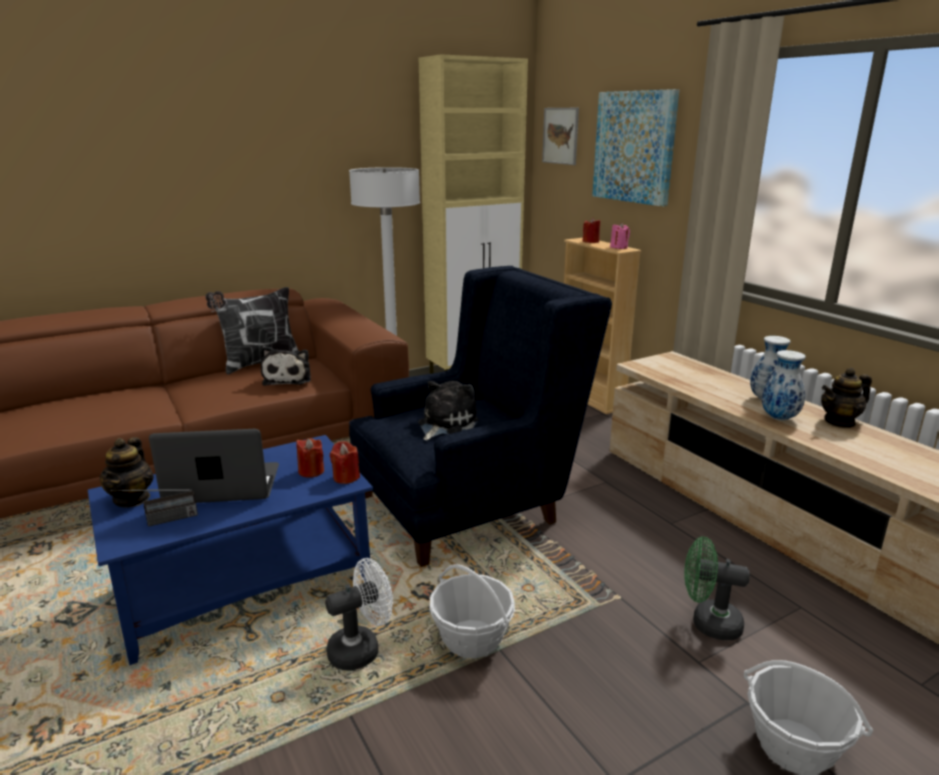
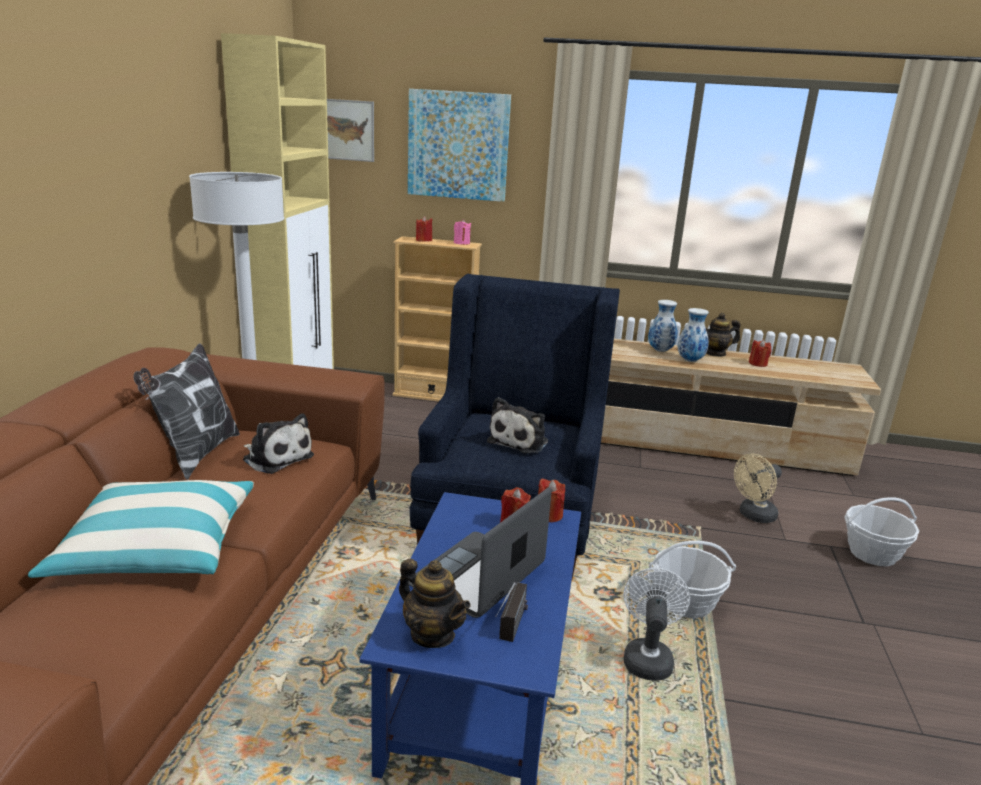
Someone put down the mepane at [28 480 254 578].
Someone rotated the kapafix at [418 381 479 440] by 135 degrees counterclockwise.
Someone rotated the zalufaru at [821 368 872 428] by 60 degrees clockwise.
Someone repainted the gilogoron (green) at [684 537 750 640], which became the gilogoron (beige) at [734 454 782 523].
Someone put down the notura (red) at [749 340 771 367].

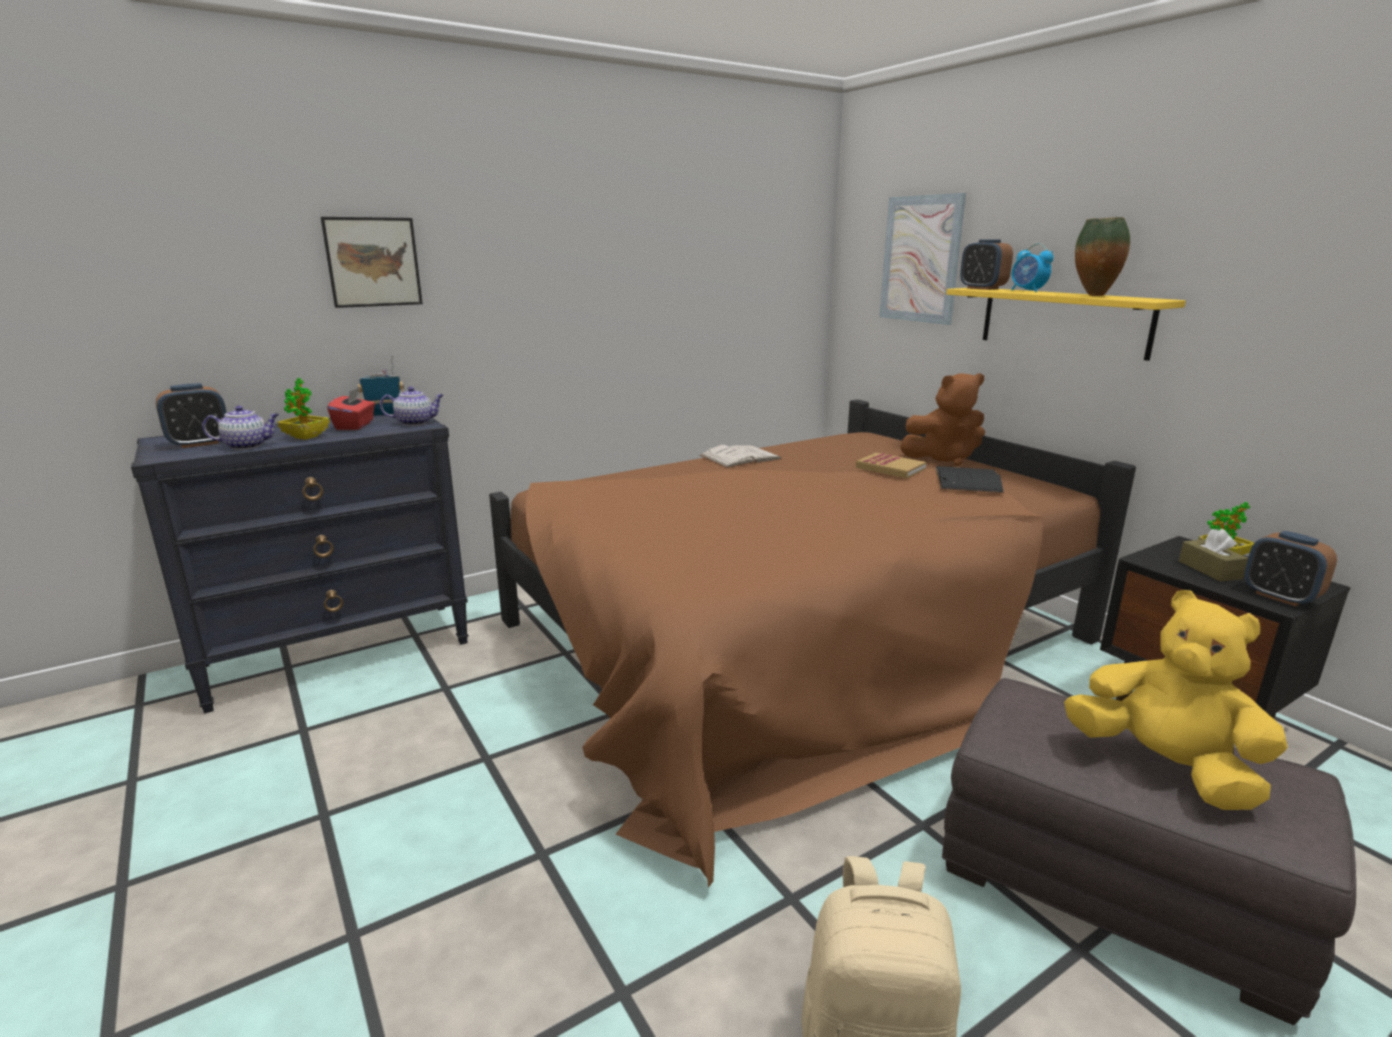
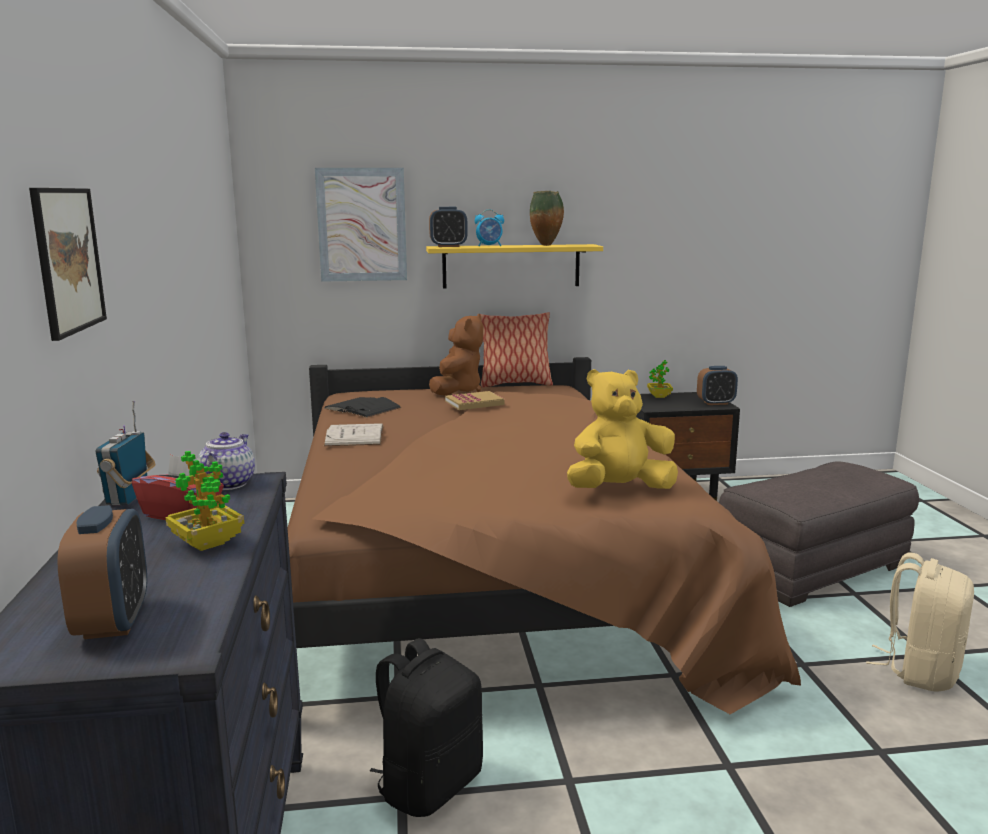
Someone carried the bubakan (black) from [935 466 1004 493] to [324 397 402 418].
Someone put down the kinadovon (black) at [370 638 483 817].
Someone put down the mepane at [477 312 553 387].
Someone carried the kapafix (yellow) from [1064 590 1288 810] to [567 369 678 489].
Someone took away the zalufaru at [202 406 279 450].
Someone took away the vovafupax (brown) at [1179 529 1248 582].

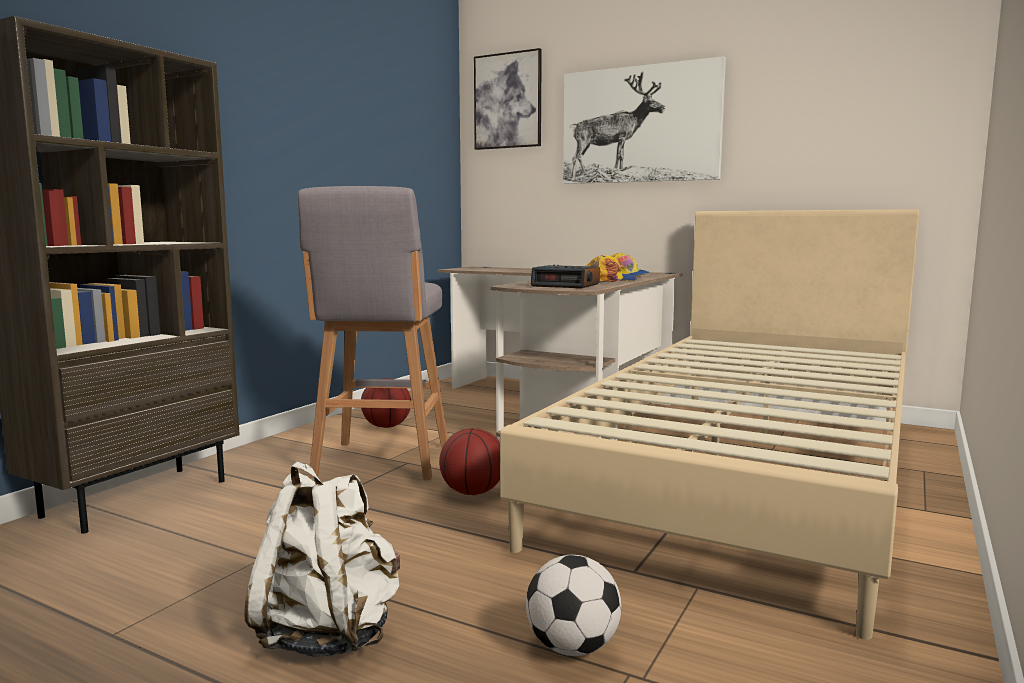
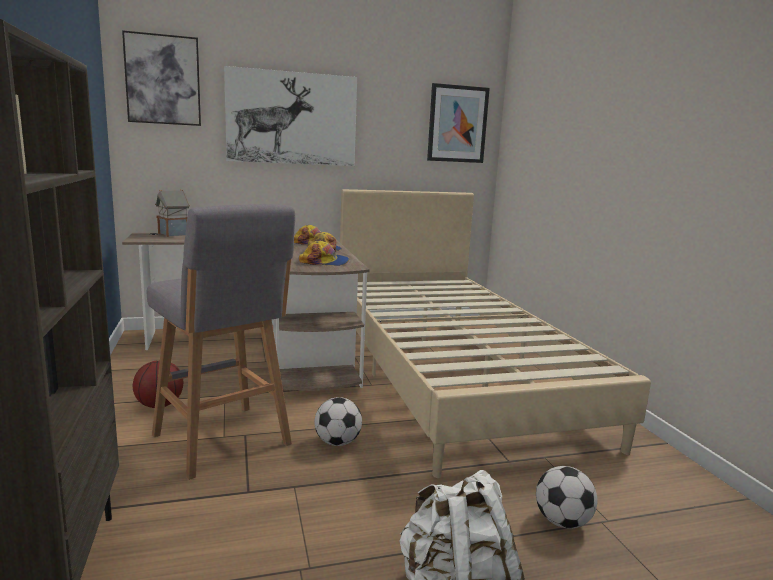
Someone put down the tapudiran at [155 189 190 237].
Someone swapped the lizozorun at [531 265 600 288] for the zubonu at [299 241 349 266].
Someone swapped the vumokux at [439 428 500 495] for the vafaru at [314 397 362 446].
Someone put up the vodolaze at [427 83 490 163].

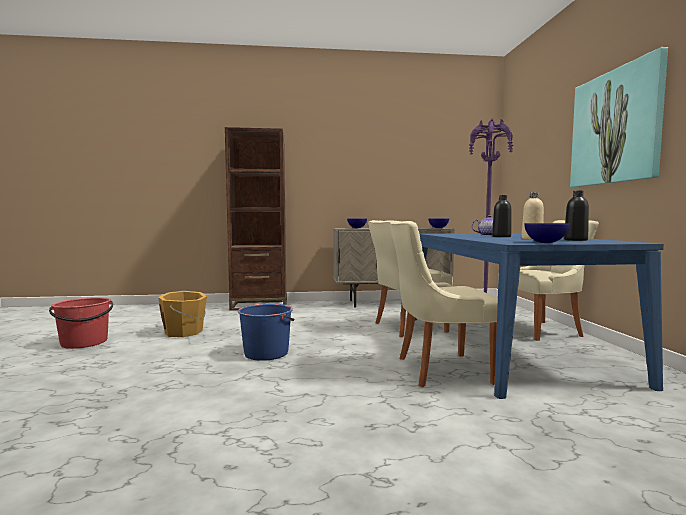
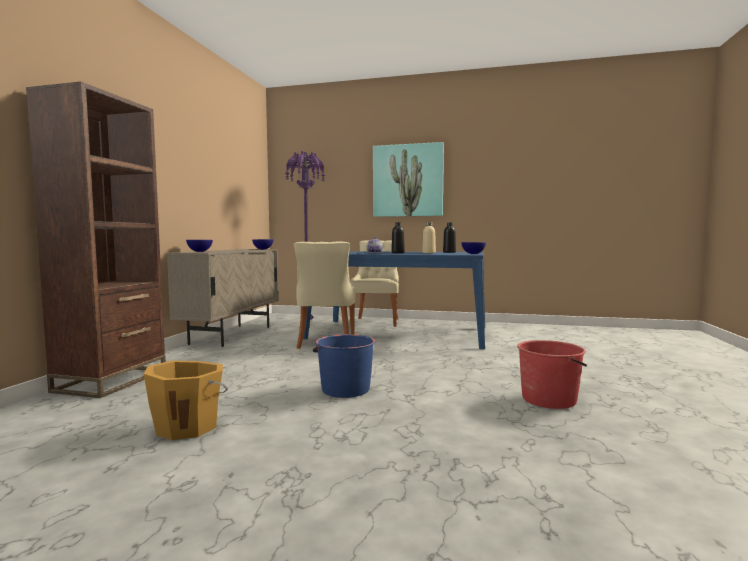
Someone carried the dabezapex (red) from [49 297 113 349] to [517 340 587 409].
Someone took away the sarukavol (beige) at [390 221 498 387].

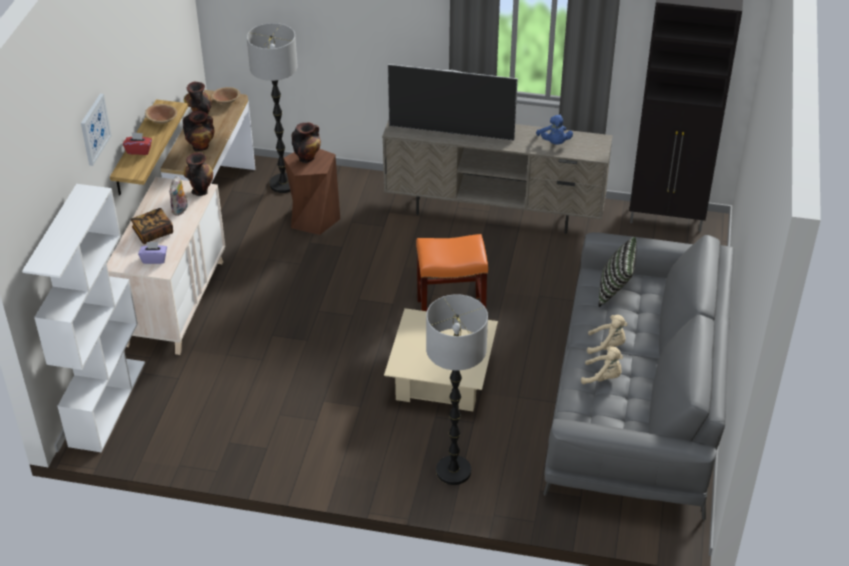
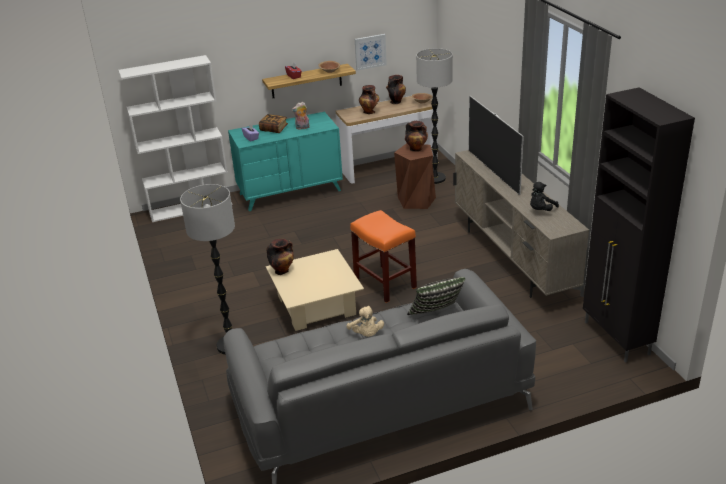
Someone repainted the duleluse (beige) at [107 177 226 355], which became the duleluse (turquoise) at [228 112 343 211].
Someone carried the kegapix from [184 152 213 196] to [267 239 294 275].
Someone carried the vodolaze from [81 94 112 166] to [355 34 387 71].
Someone repainted the kapafix (blue) at [536 115 573 145], which became the kapafix (black) at [530 182 559 211].
Someone took away the kapafix (beige) at [581 346 623 384].

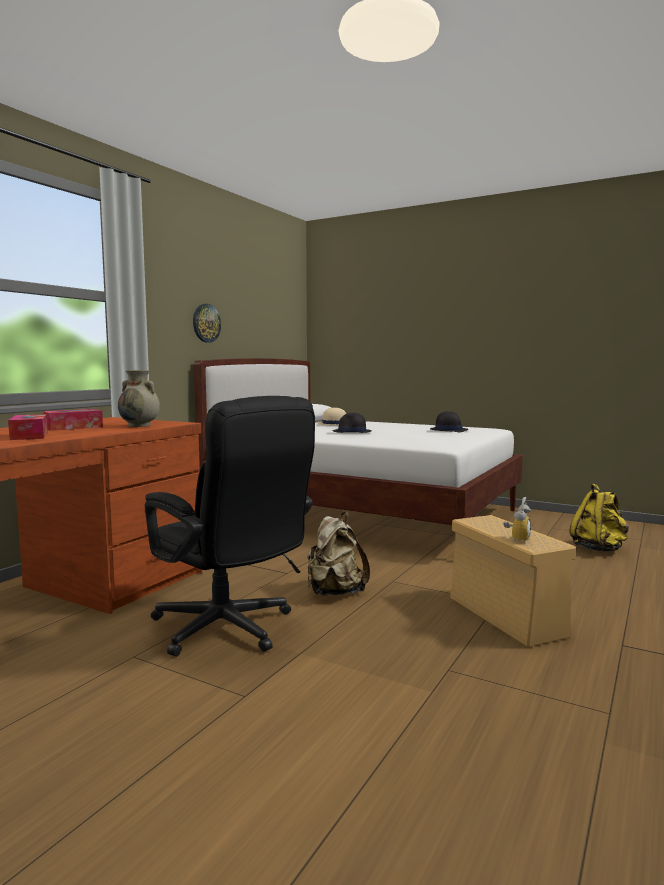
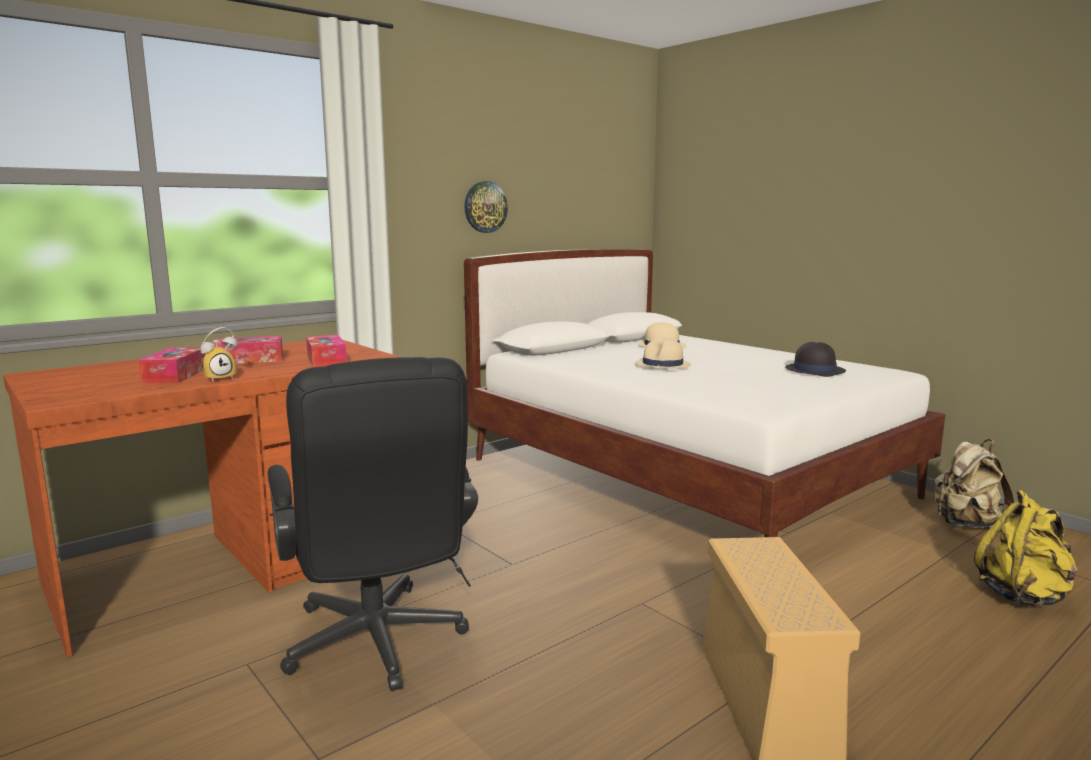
Someone carried the lizozorun from [503 497 531 543] to [200 327 238 381].
Someone swapped the kegapix (beige) at [118 370 160 427] for the vovafupax at [306 335 347 367].
Someone repainted the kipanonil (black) at [333 413 371 433], which became the kipanonil (beige) at [635 338 691 369].
Someone carried the kinadovon (beige) from [307 512 370 596] to [934 439 1014 528].

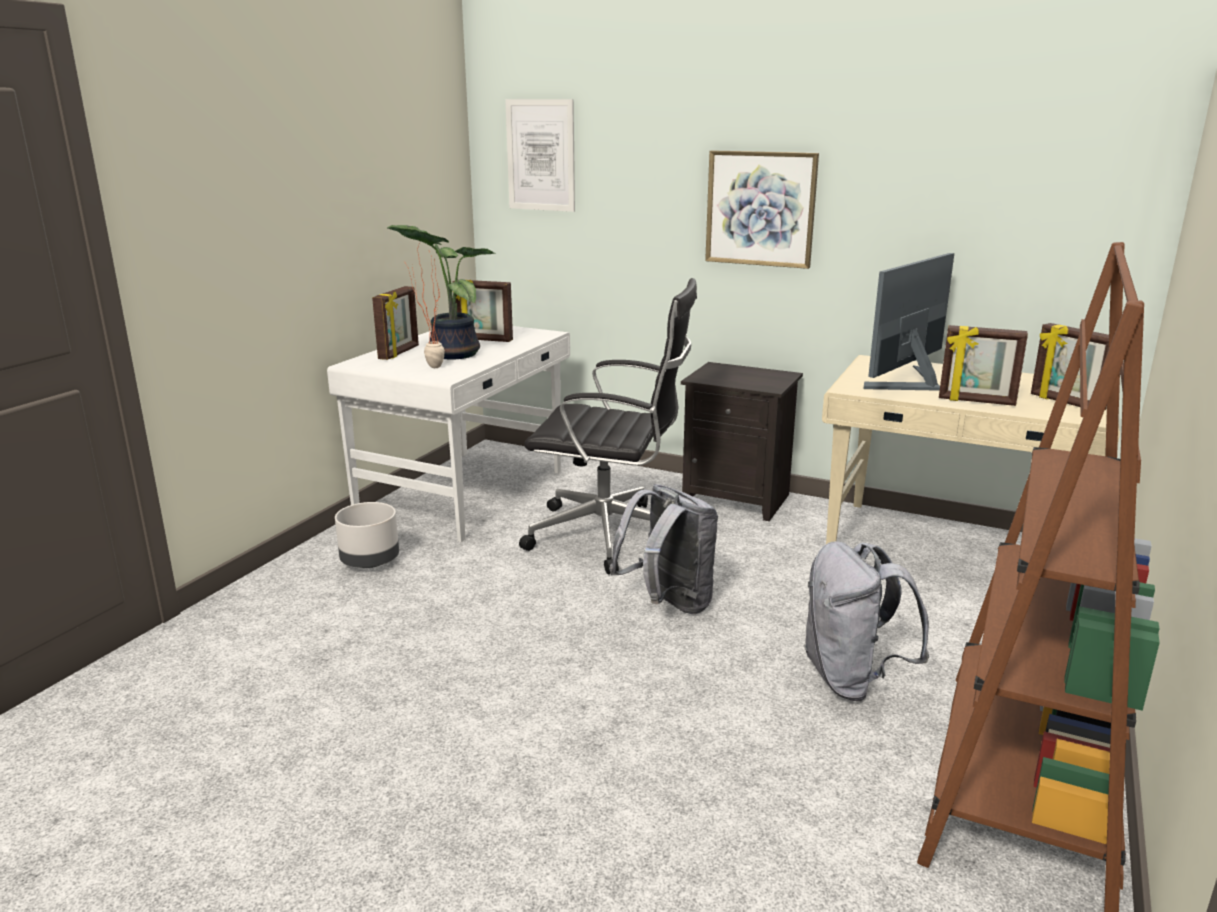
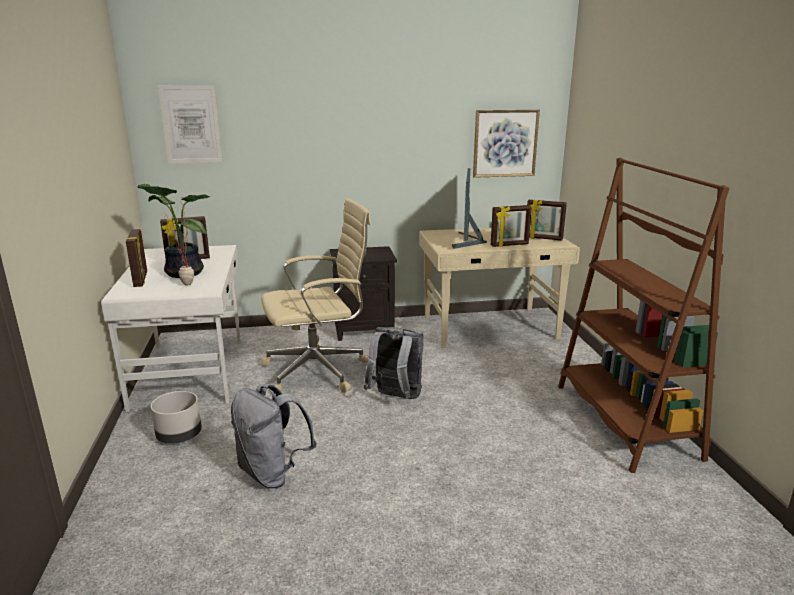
Someone carried the kinadovon (grey) from [804 541 929 701] to [231 384 317 488].
Someone repainted the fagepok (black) at [519 278 697 574], which became the fagepok (beige) at [261 198 371 393].
Someone carried the vodolaze from [705 150 819 269] to [473 110 540 178].

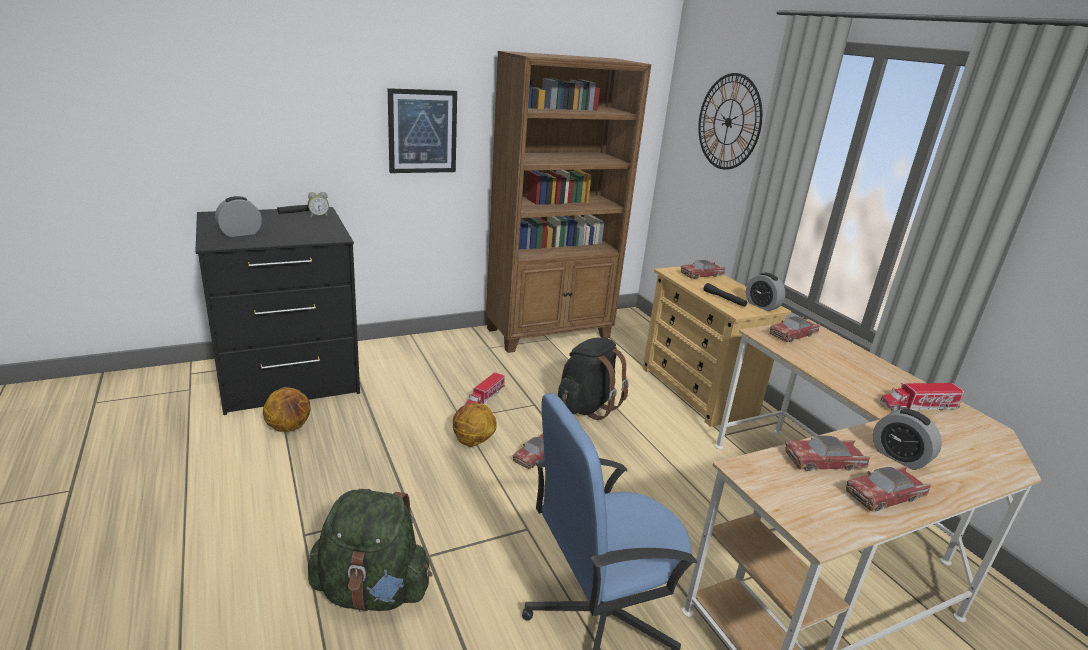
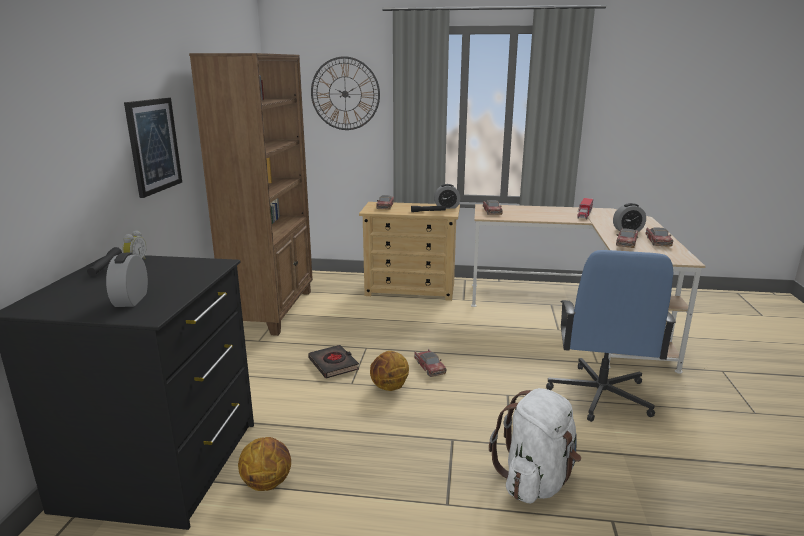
Someone swapped the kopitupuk at [466 372 505 404] for the bubakan (black) at [308 345 359 379].
Someone repainted the kinadovon (green) at [308 489 432 612], which became the kinadovon (white) at [489 388 581 503].
Someone took away the kinadovon (black) at [558 338 629 420].

